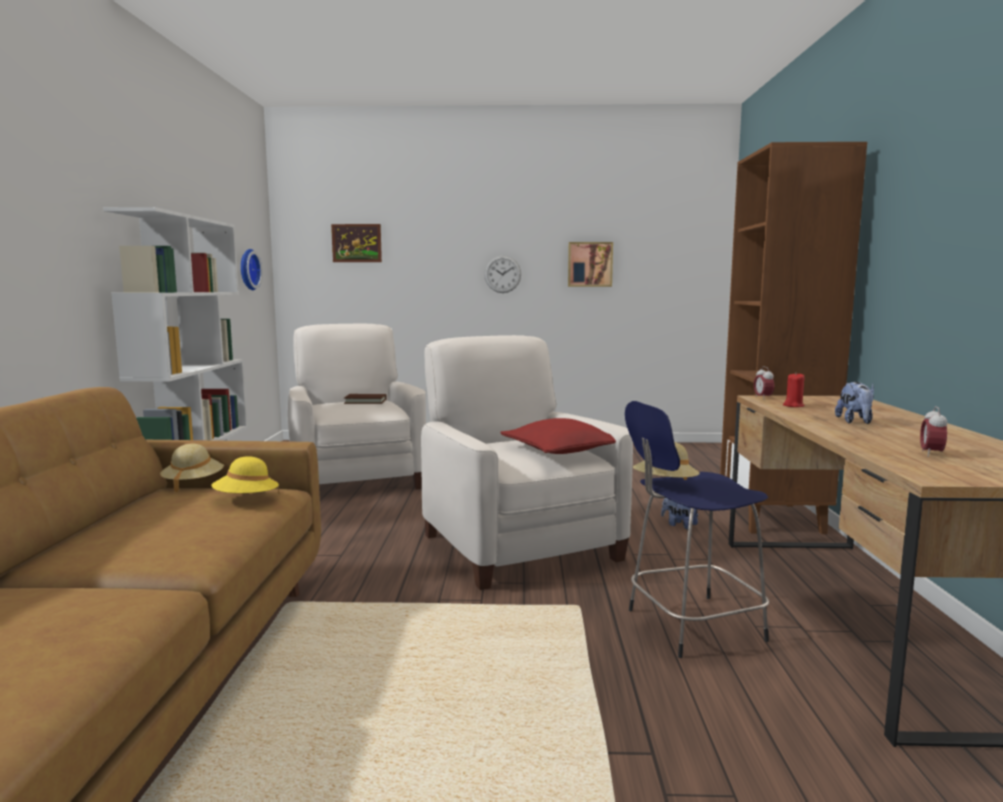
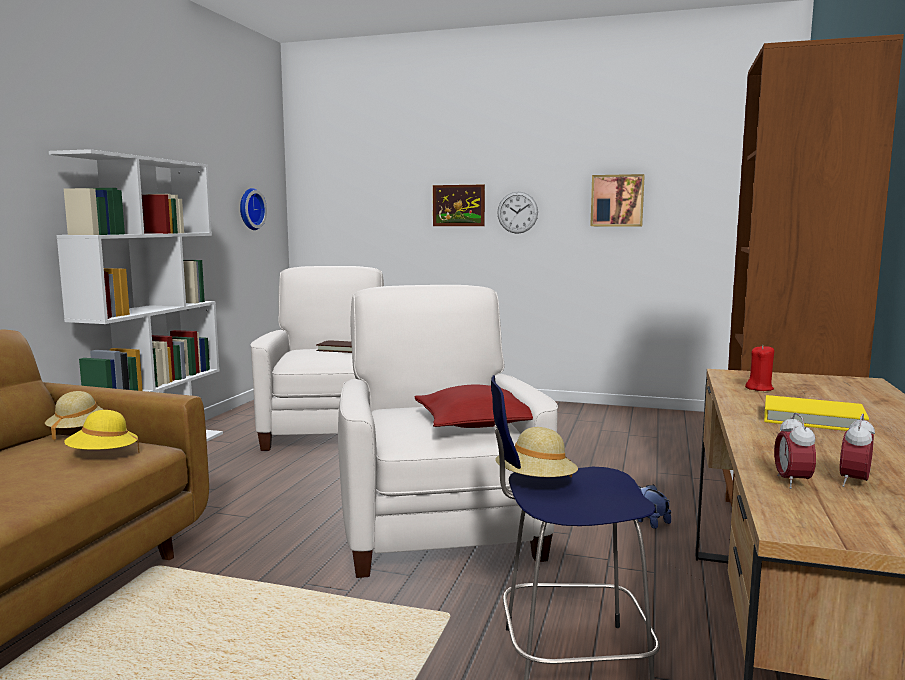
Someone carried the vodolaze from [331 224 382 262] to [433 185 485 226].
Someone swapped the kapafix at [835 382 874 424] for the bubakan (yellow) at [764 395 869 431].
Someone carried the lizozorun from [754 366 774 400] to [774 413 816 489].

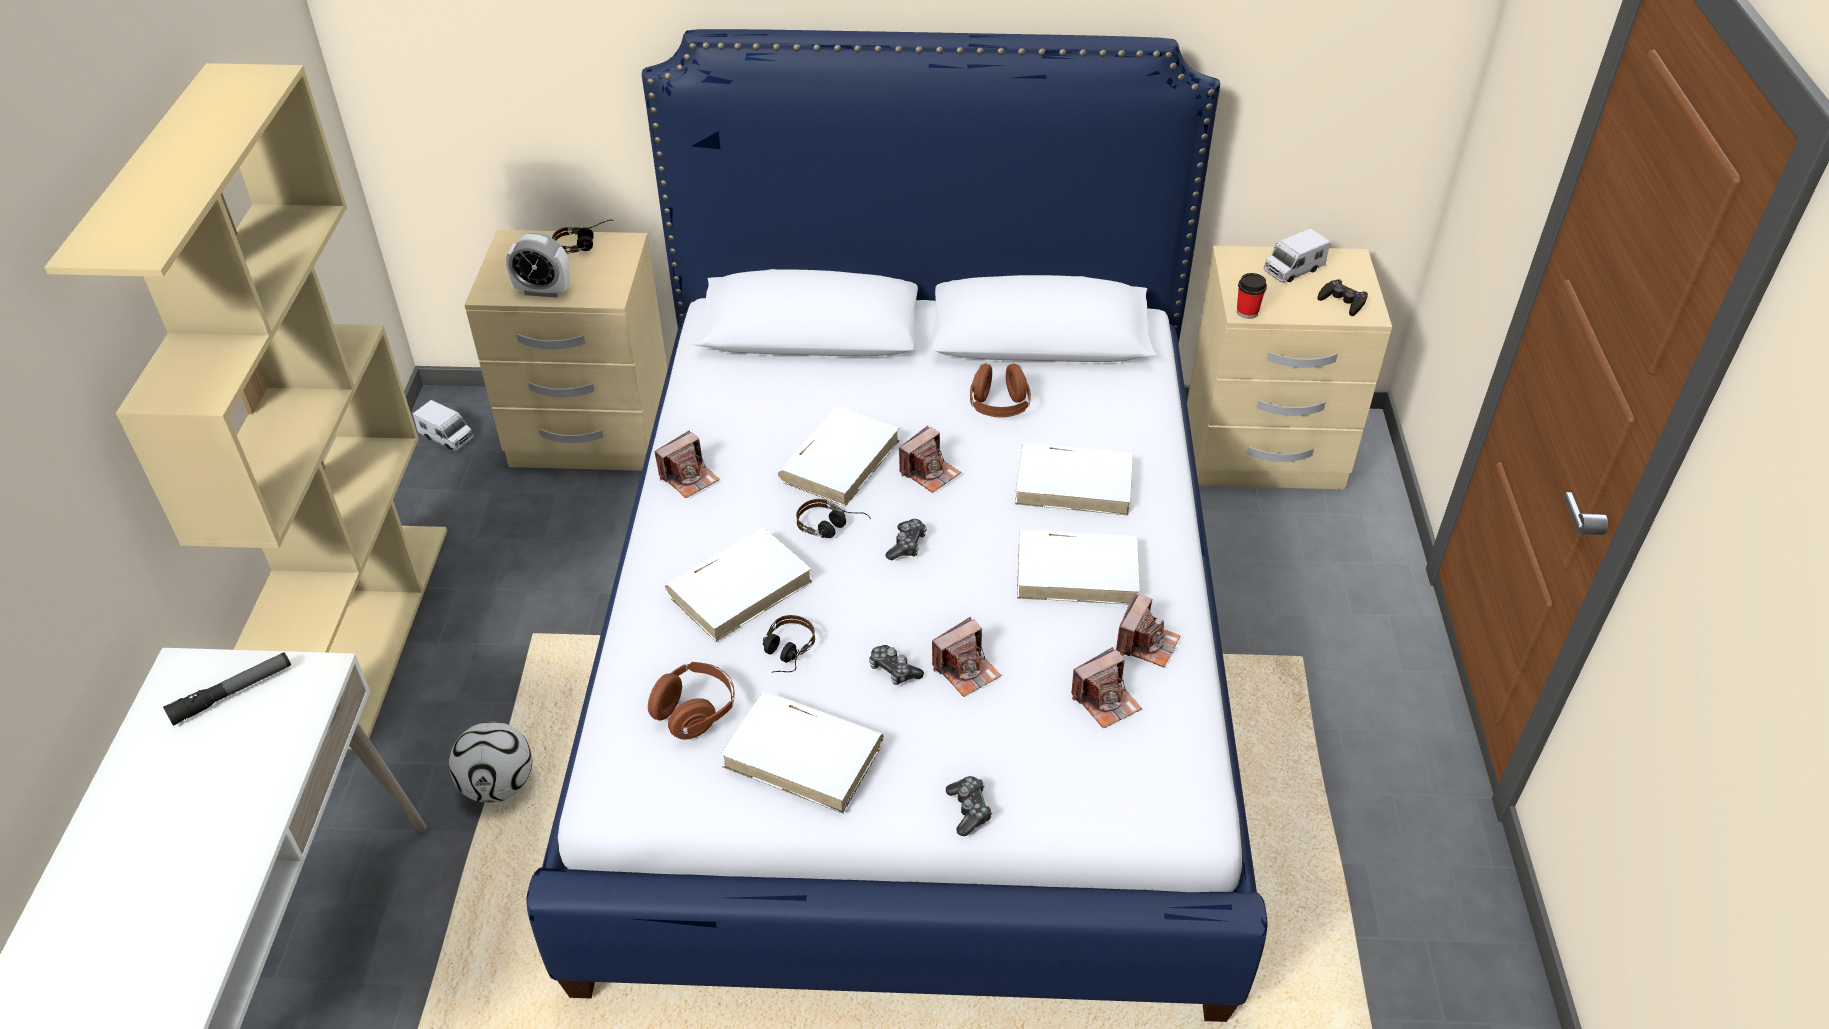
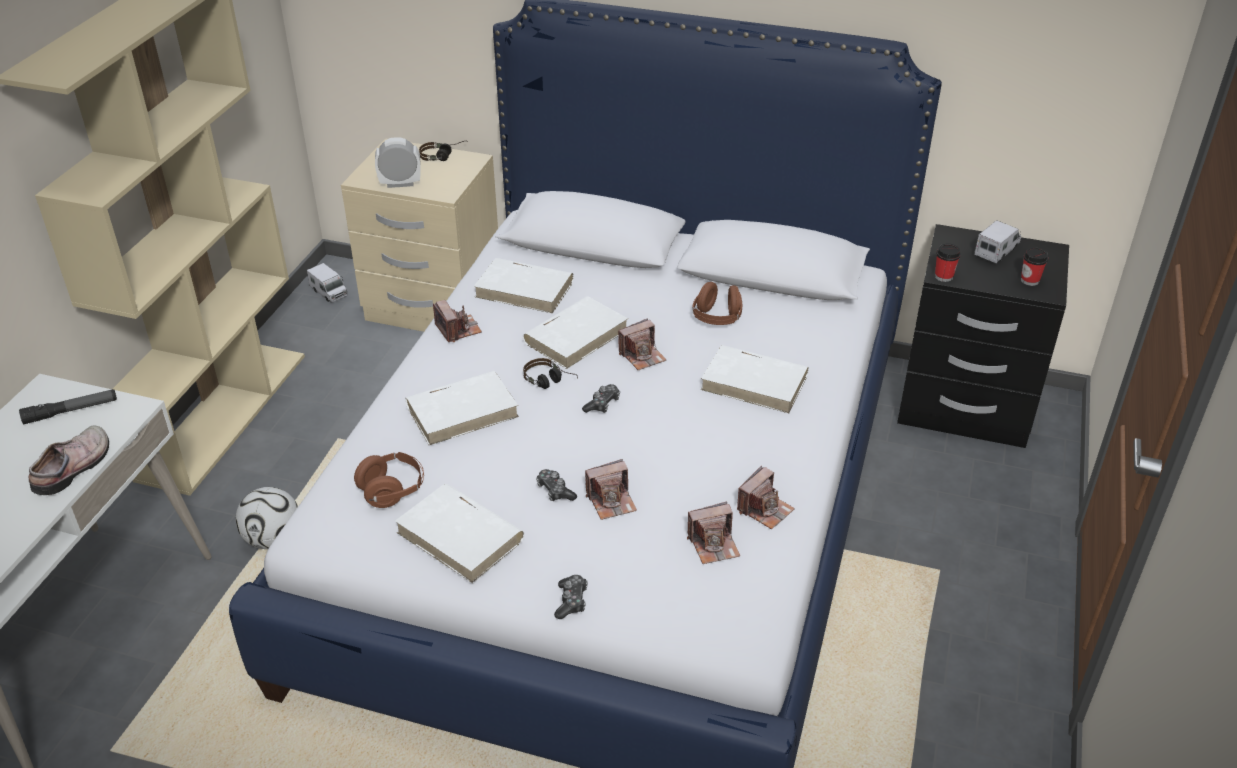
Someone put down the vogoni at [29 425 109 495].
Someone rotated the lizozorun at [506 233 570 298] by 150 degrees clockwise.
Someone rotated the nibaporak at [654 430 720 498] by 90 degrees counterclockwise.
Someone carried the bubakan (white) from [1017 529 1140 604] to [474 258 574 313].
Someone repainted the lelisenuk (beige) at [1187 246 1392 489], which became the lelisenuk (black) at [897 224 1069 448].
Someone rotated the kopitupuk at [1264 228 1330 283] by 150 degrees clockwise.
Someone swapped the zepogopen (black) at [1317 279 1368 316] for the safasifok at [1021 247 1048 286].
Someone took away the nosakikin at [763 615 815 673].

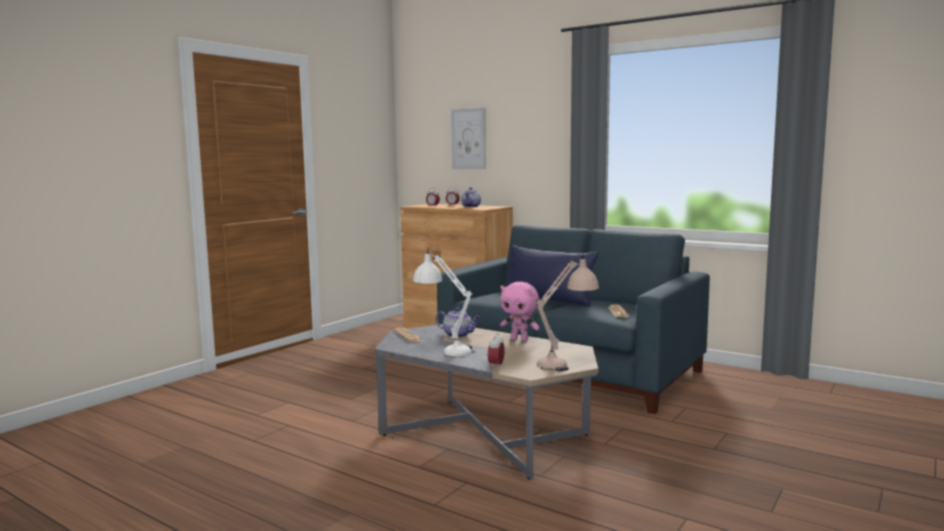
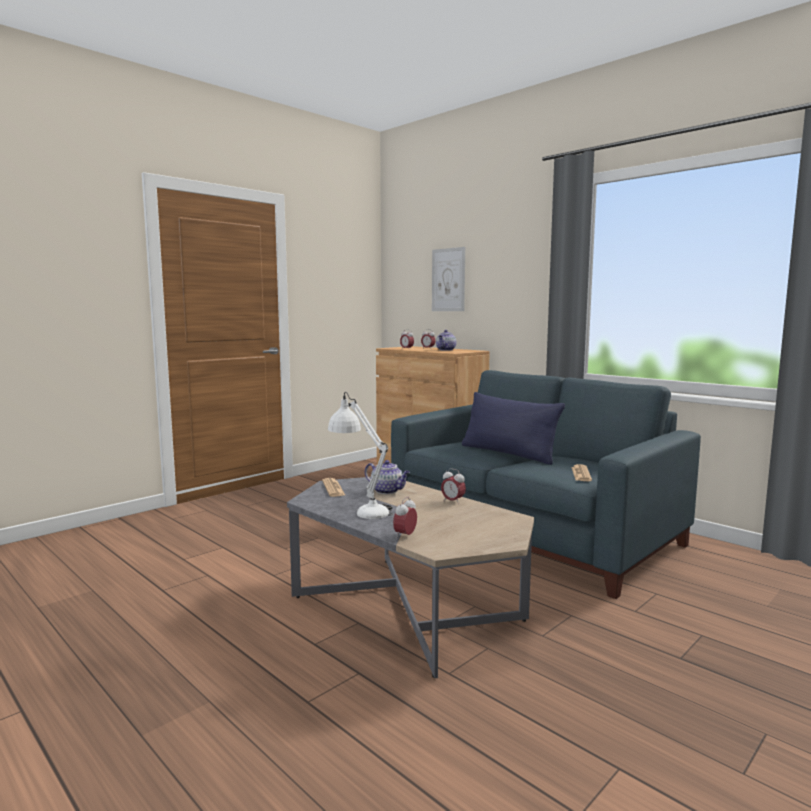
Someone swapped the kapafix (pink) at [500 282 539 341] for the lizozorun at [441 468 466 504].
Someone took away the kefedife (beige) at [536 252 599 371].

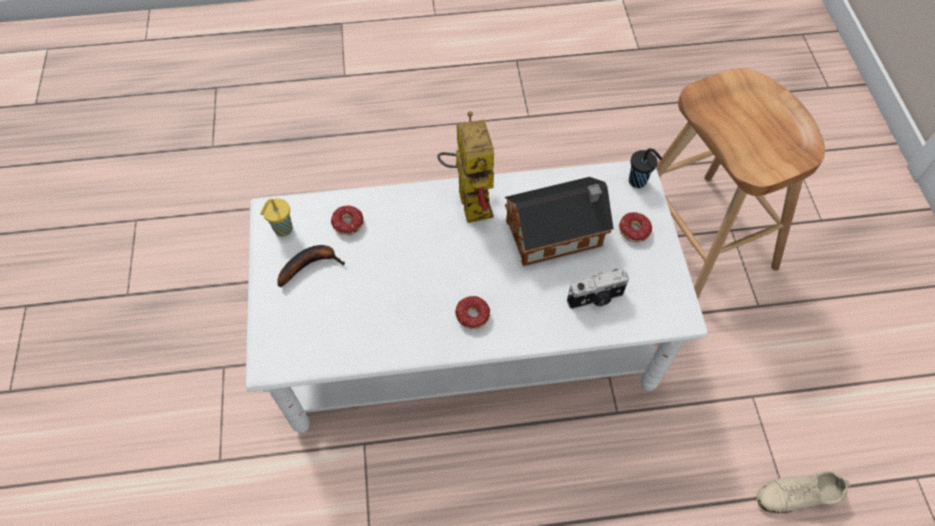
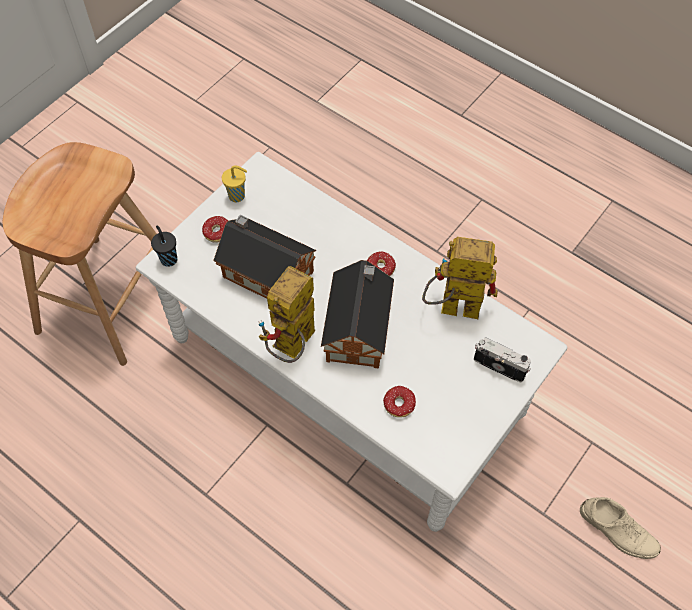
Someone carried the safasifok (yellow) from [260 198 293 237] to [222 165 247 202].
Someone put down the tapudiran at [321 260 394 369].
Someone put down the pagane at [422 237 498 319].
Someone carried the nibaporak from [567 269 629 309] to [474 337 531 383].
Someone carried the vogoni (beige) from [757 470 850 513] to [580 497 661 559].
Someone took away the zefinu at [277 245 345 287].

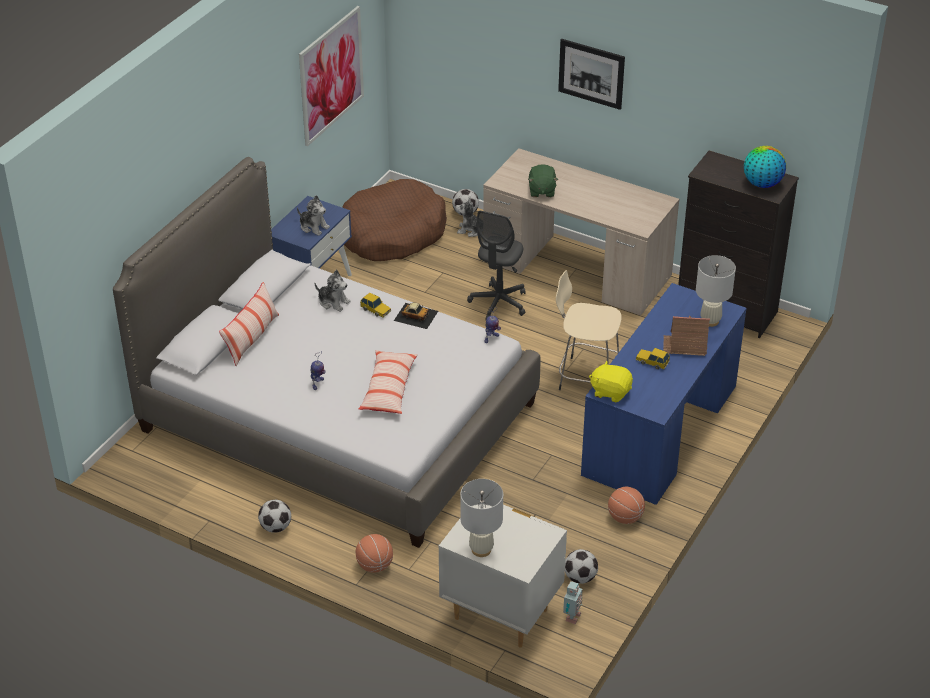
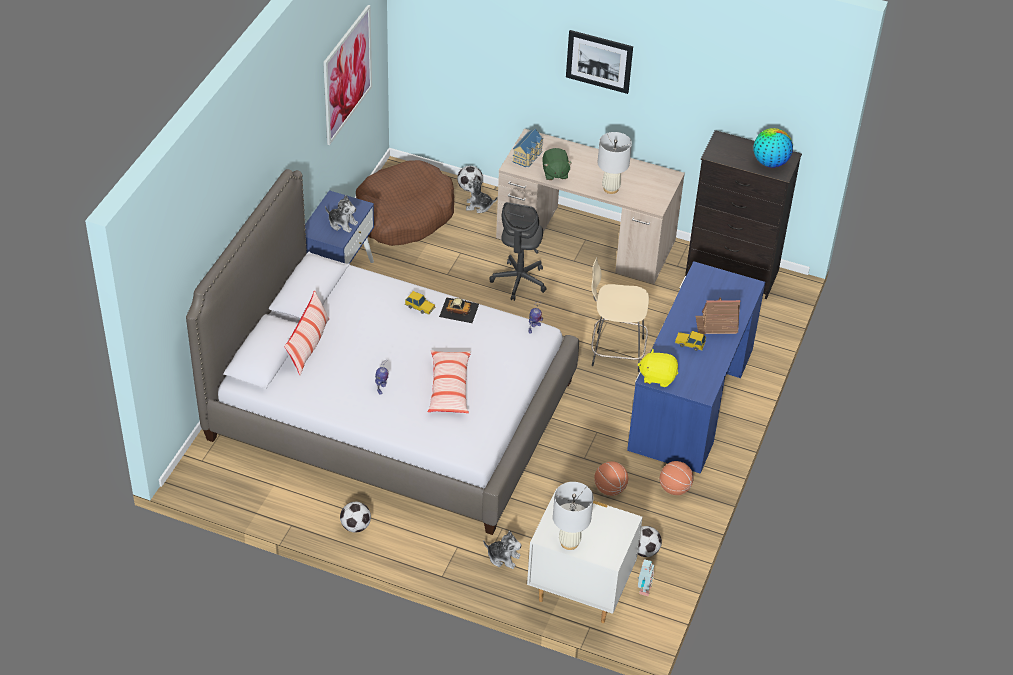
Someone carried the kapafix from [315 270 350 312] to [483 531 521 569].
Someone put down the tapudiran at [512 129 543 167].
Someone carried the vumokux from [356 534 393 573] to [594 461 628 496].
Someone carried the kefedife (white) from [696 255 736 327] to [598 132 632 194].

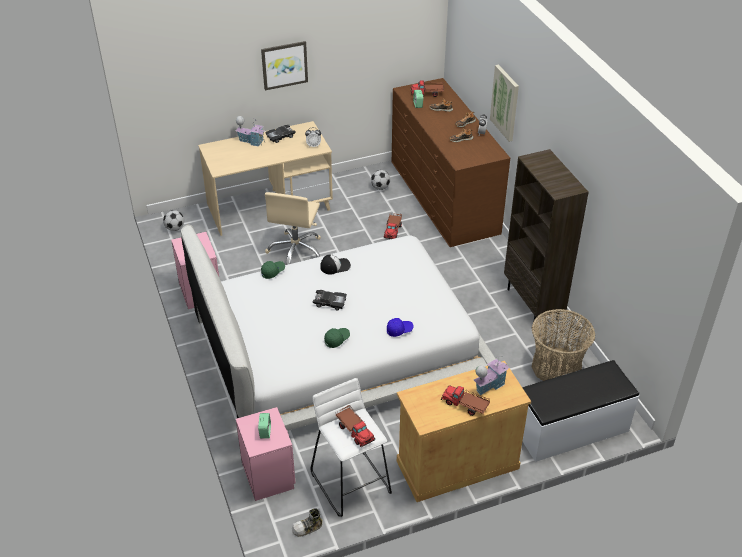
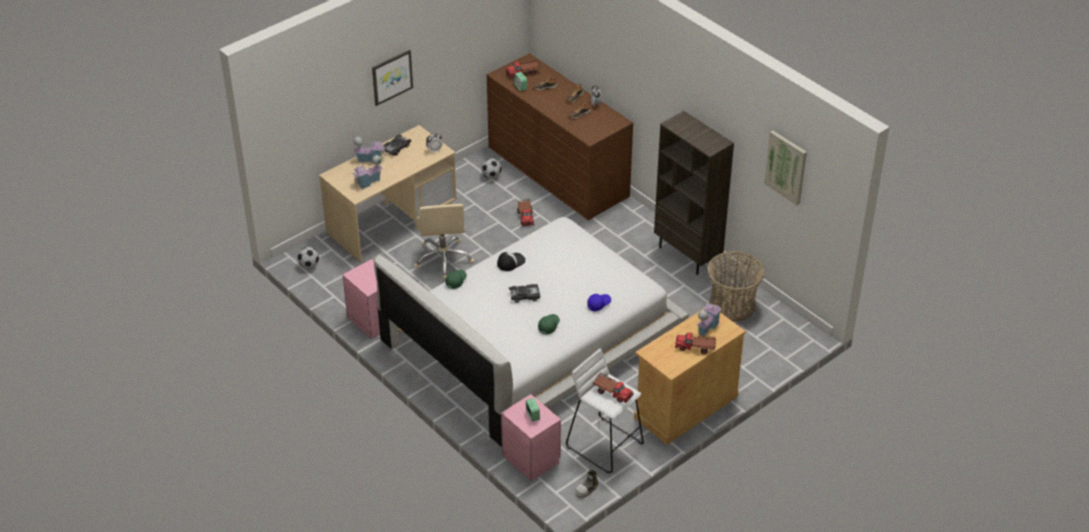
Someone put down the tapudiran at [352 155 382 189].
Someone carried the vodolaze from [490 64 519 142] to [764 130 807 205].
Someone took away the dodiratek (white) at [522 360 639 462].

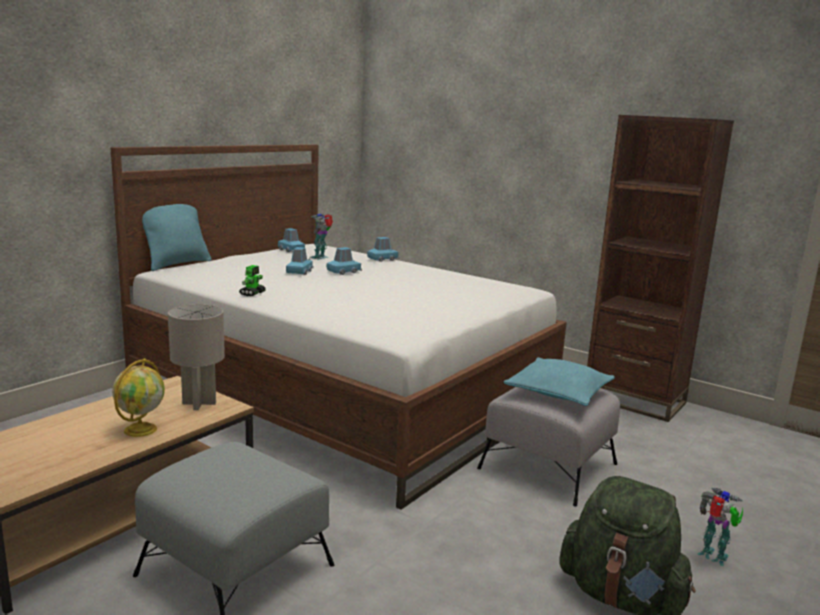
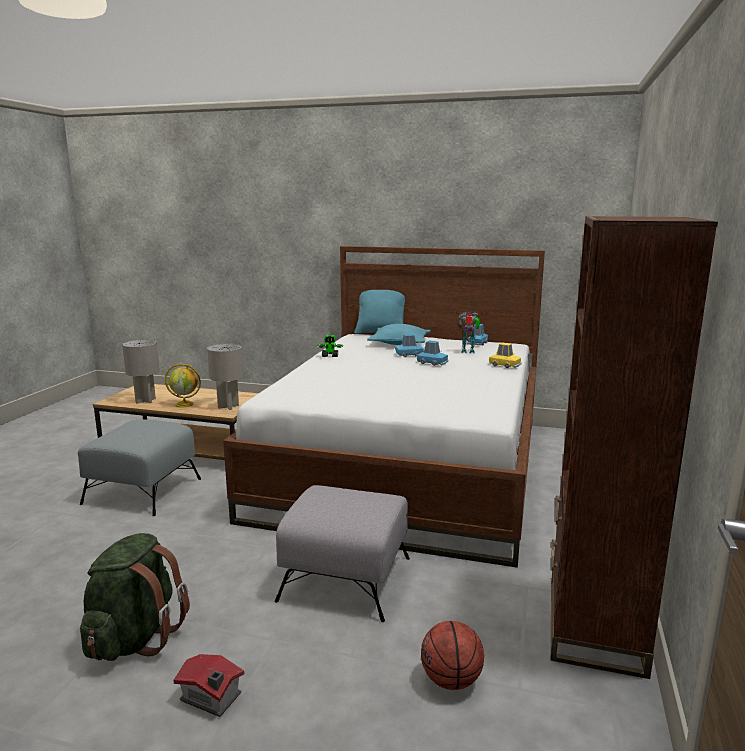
Someone put down the kefedife (grey) at [122 339 160 404].
Someone swapped the pagane at [698 488 743 566] for the tapudiran at [174 654 244 717].
Someone carried the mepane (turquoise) from [504 357 615 406] to [367 324 431 345].
Someone put down the vumokux at [421 621 484 690].
Someone repainted the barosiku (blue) at [367 237 399 262], which became the barosiku (yellow) at [489 343 522 368].

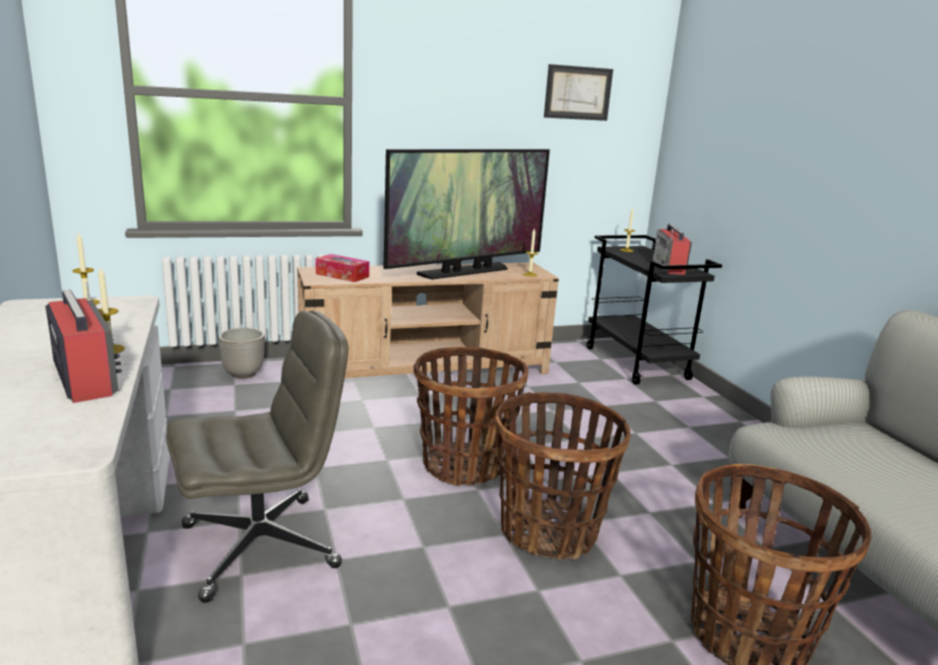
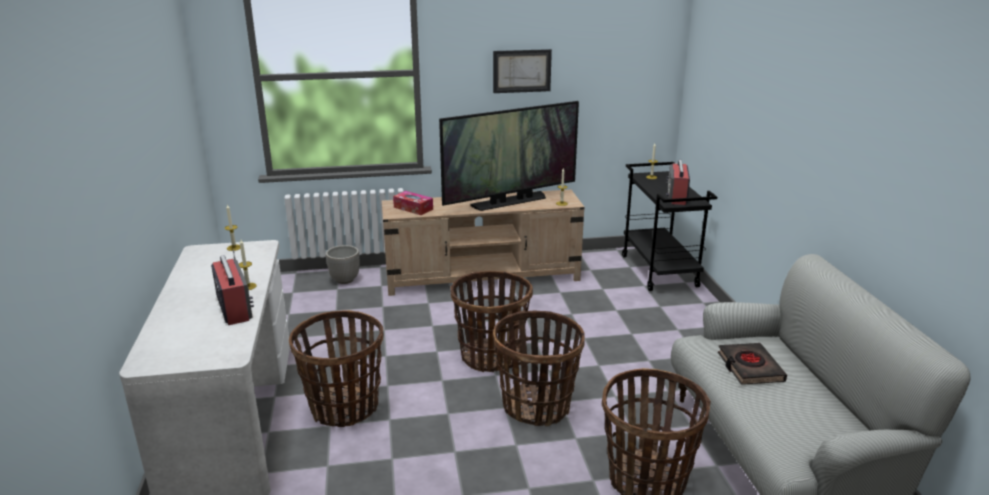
Someone swapped the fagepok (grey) at [166 311 348 603] for the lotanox at [289 310 383 427].
Someone carried the vodolaze from [544 64 613 121] to [493 49 552 93].
Someone put down the bubakan (black) at [718 343 787 385].

